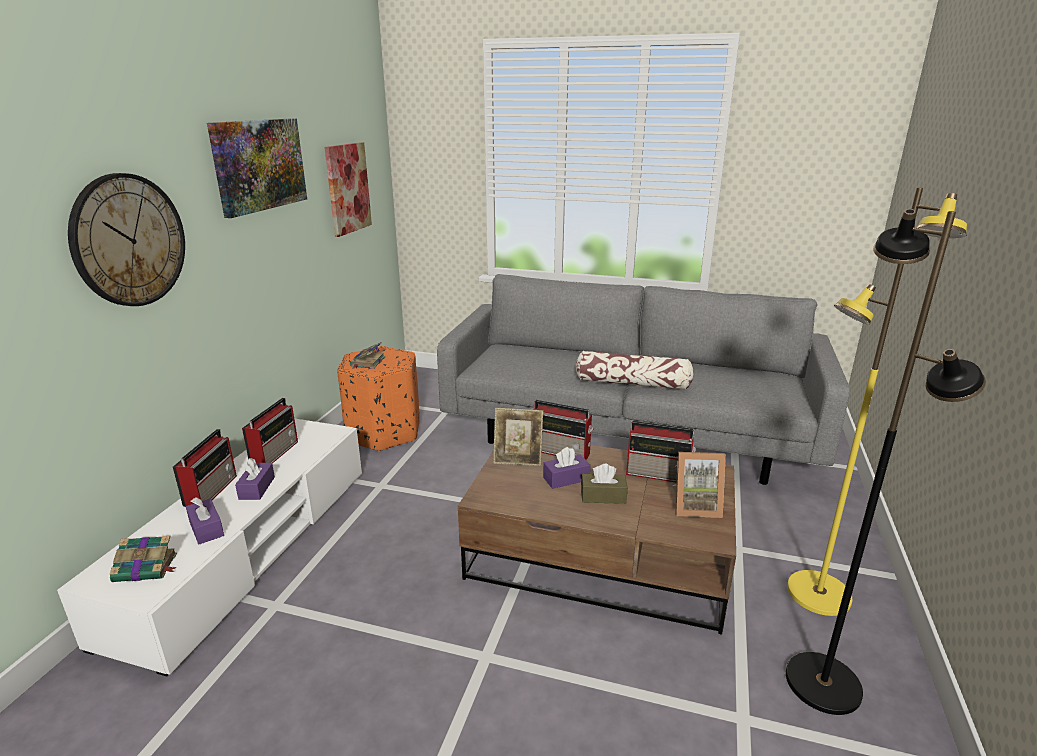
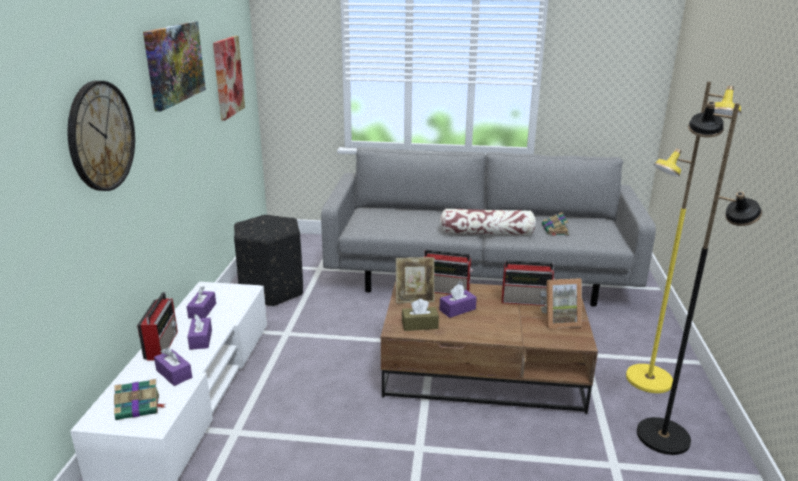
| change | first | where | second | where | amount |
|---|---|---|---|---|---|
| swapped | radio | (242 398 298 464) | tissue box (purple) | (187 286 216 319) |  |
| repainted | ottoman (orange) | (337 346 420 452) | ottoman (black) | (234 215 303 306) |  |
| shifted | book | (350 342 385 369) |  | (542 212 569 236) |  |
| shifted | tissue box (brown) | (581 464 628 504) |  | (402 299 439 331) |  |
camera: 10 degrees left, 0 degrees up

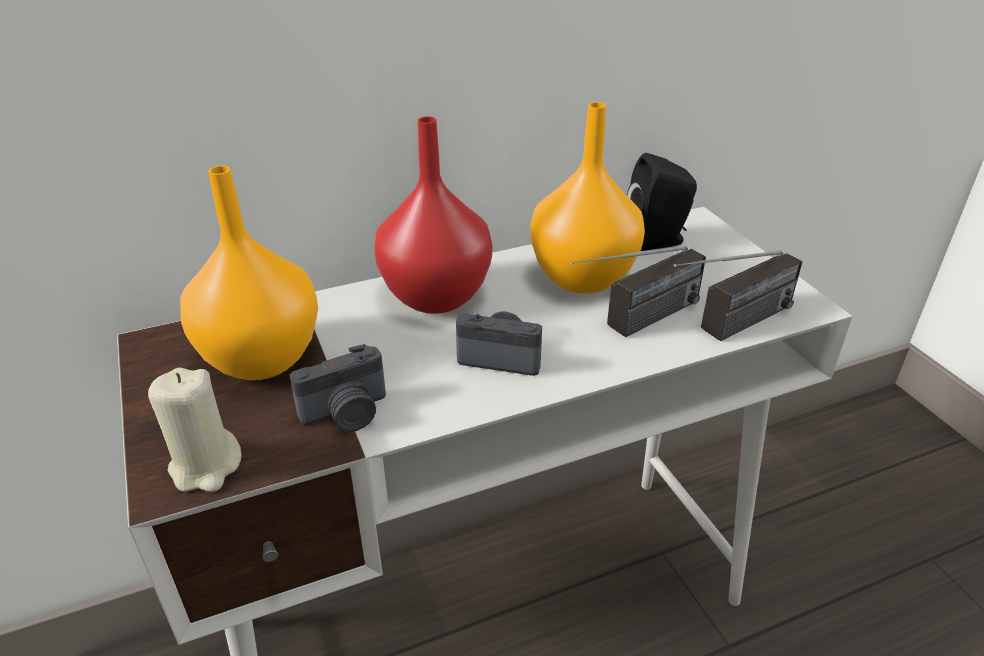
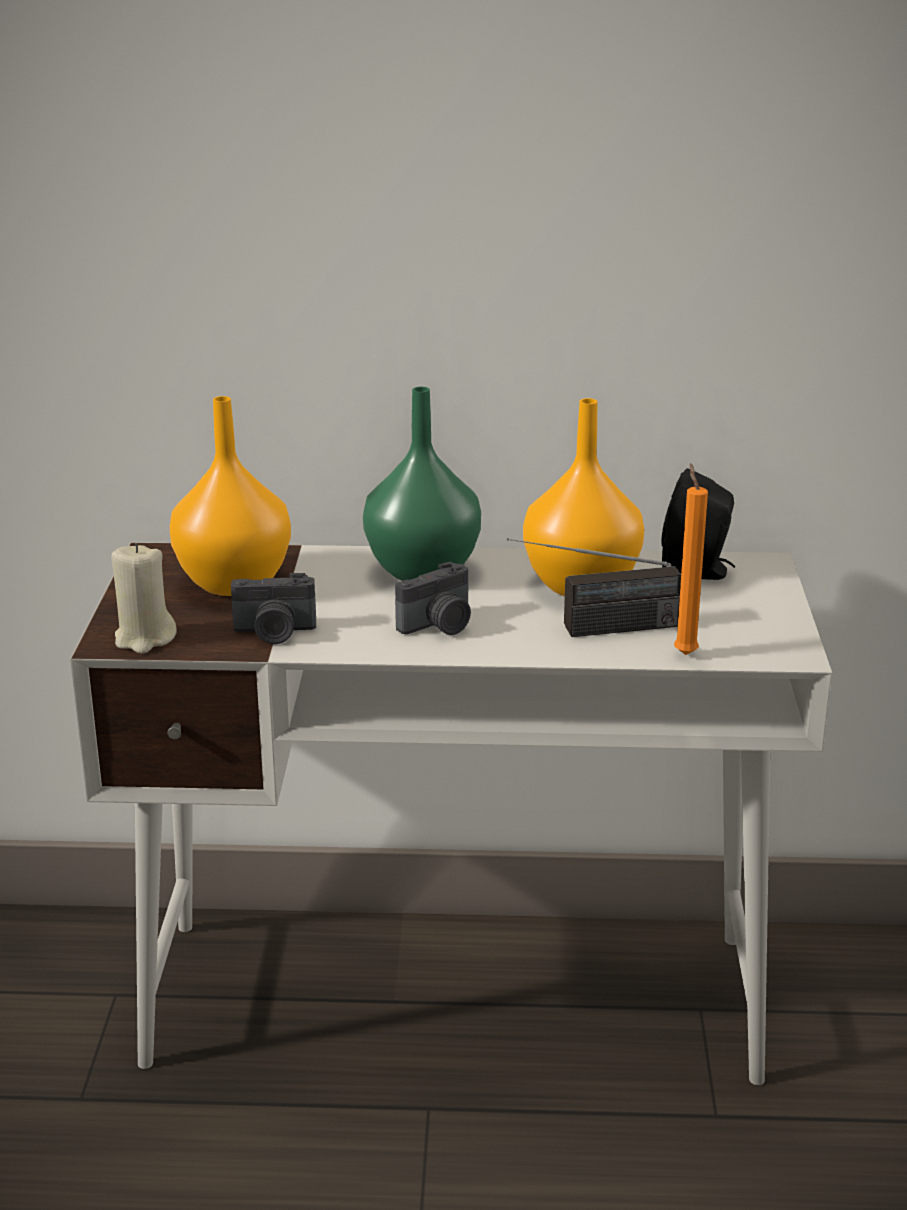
| change | first | where | second | where | amount |
|---|---|---|---|---|---|
| repainted | vase (red) | (374 116 493 314) | vase (green) | (363 387 481 581) |  |
| rotated | photo camera | (456 312 542 376) |  | (395 561 471 635) | 105 degrees clockwise |
| swapped | radio | (674 250 803 341) | candle (orange) | (674 463 708 655) |  |
camera: 25 degrees right, 10 degrees down

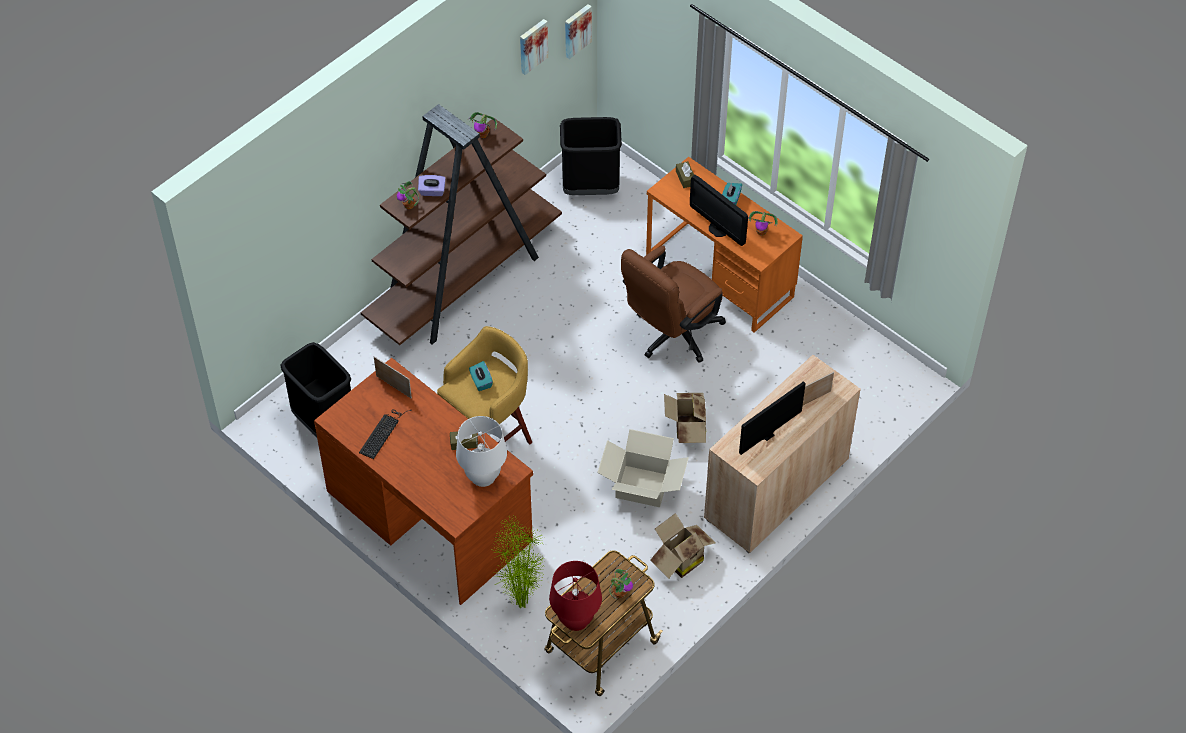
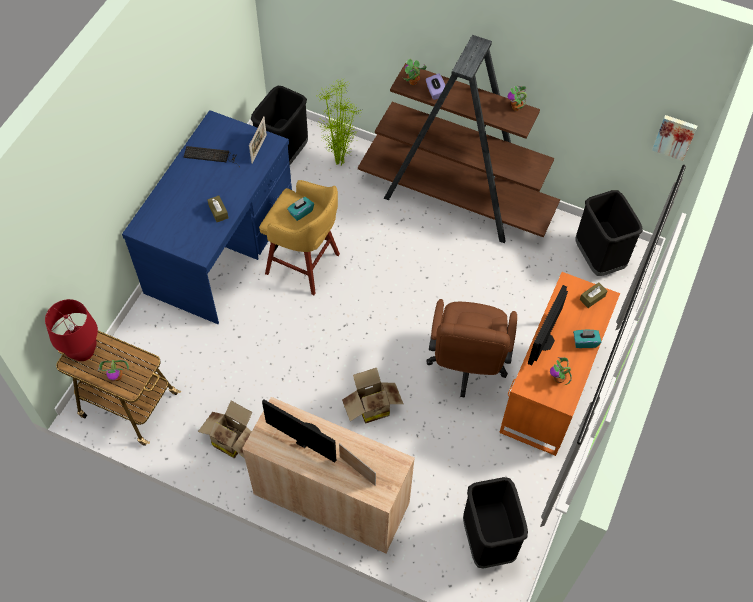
| change | first | where | second | where | amount |
|---|---|---|---|---|---|
| repainted | desk (brown) | (314 358 533 605) | desk (blue) | (122 110 292 324) |  |
| gone | table lamp (white) | (456 416 507 487) |  |  |  |
| shifted | potted plant | (490 516 545 608) |  | (316 80 361 166) |  |
| gone | picture | (520 19 548 75) |  |  |  |
| gone | cardboard box | (597 429 689 507) |  |  |  |
| rotated | office chair (brown) | (621 246 726 363) |  | (426 299 517 398) | 105 degrees counterclockwise |
| new |  |  | trash can (black) | (463 477 528 569) |  |
camera: 70 degrees right, 5 degrees up

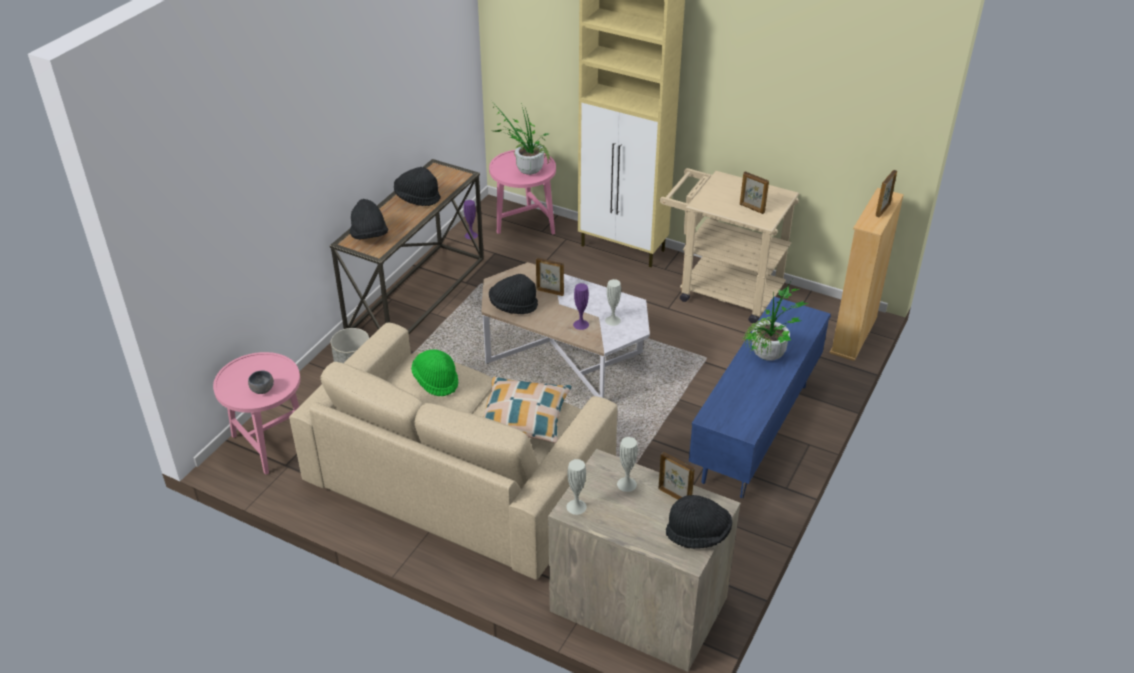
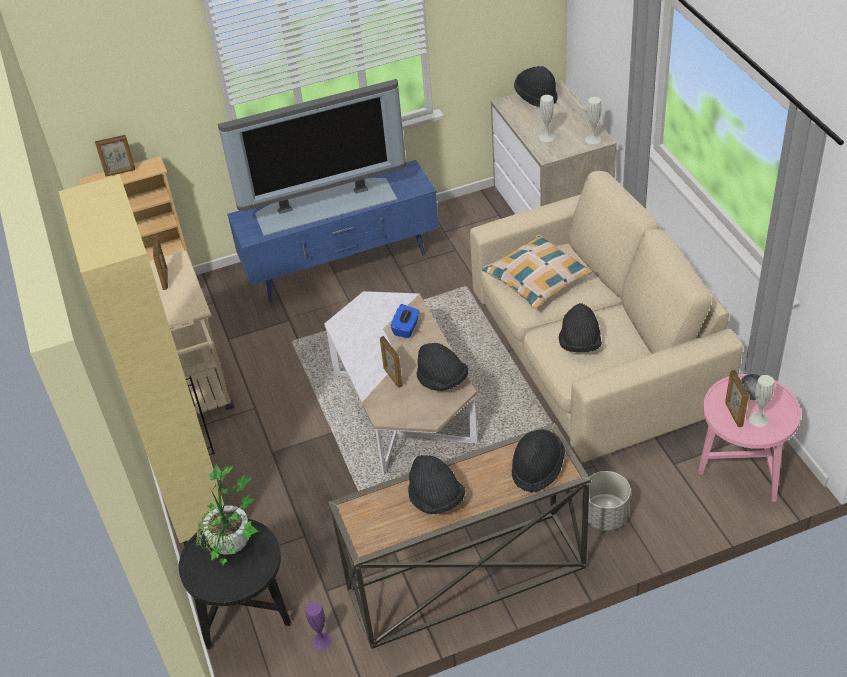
| change | first | where | second | where | amount |
|---|---|---|---|---|---|
| repainted | hat (green) | (411 349 458 396) | hat (black) | (559 303 602 352) |  |
| repainted | side table (pink) | (489 150 556 235) | side table (black) | (179 519 291 649) |  |
| swapped | vase (purple) | (573 283 589 330) | tissue box (blue) | (391 304 420 338) |  |
| shifted | vase (white) | (605 279 621 326) |  | (749 375 774 427) |  |
| shifted | picture frame | (659 452 695 500) |  | (725 370 749 427) |  |
| swapped | potted plant | (742 280 808 361) | television | (218 79 406 236) |  |
camera: 135 degrees left, 5 degrees up

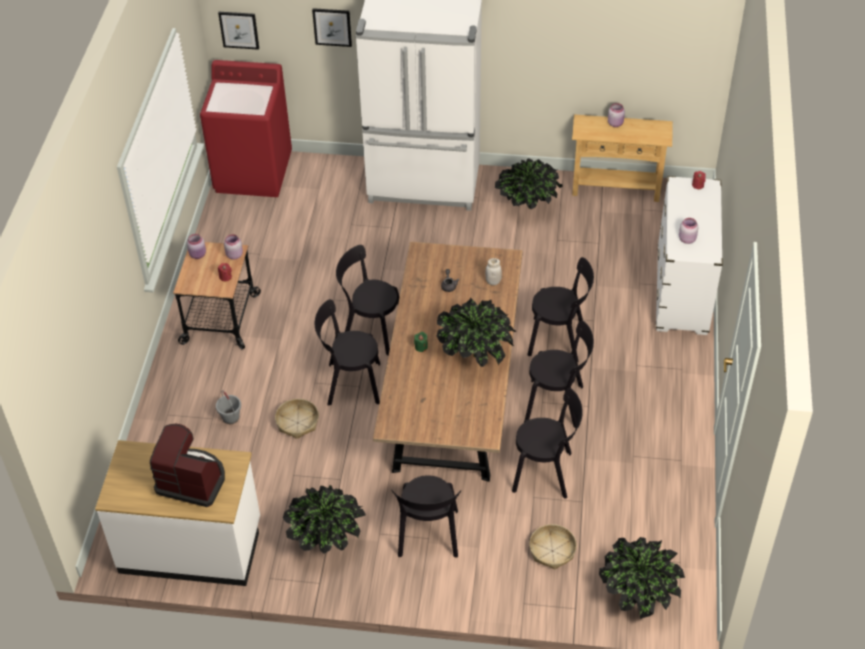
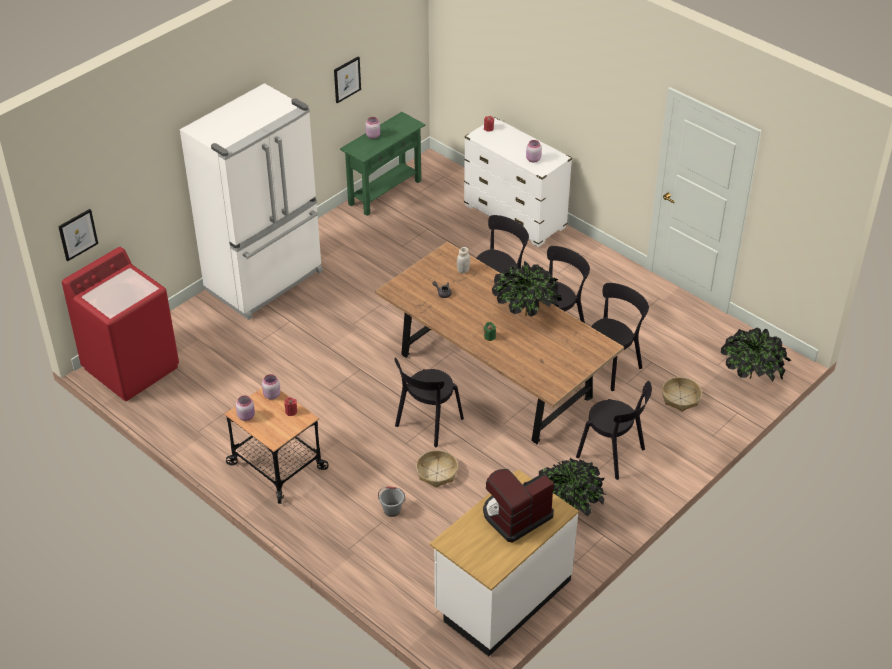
| change | first | where | second | where | amount |
|---|---|---|---|---|---|
| shifted | picture | (312 8 352 47) |  | (334 56 361 103) |  |
| gone | chair (black) | (336 245 399 356) |  |  |  |
| gone | potted plant | (495 158 562 209) |  |  |  |
| repainted | console table (beige) | (572 115 673 202) | console table (green) | (340 112 425 216) |  |
camera: 55 degrees left, 5 degrees down

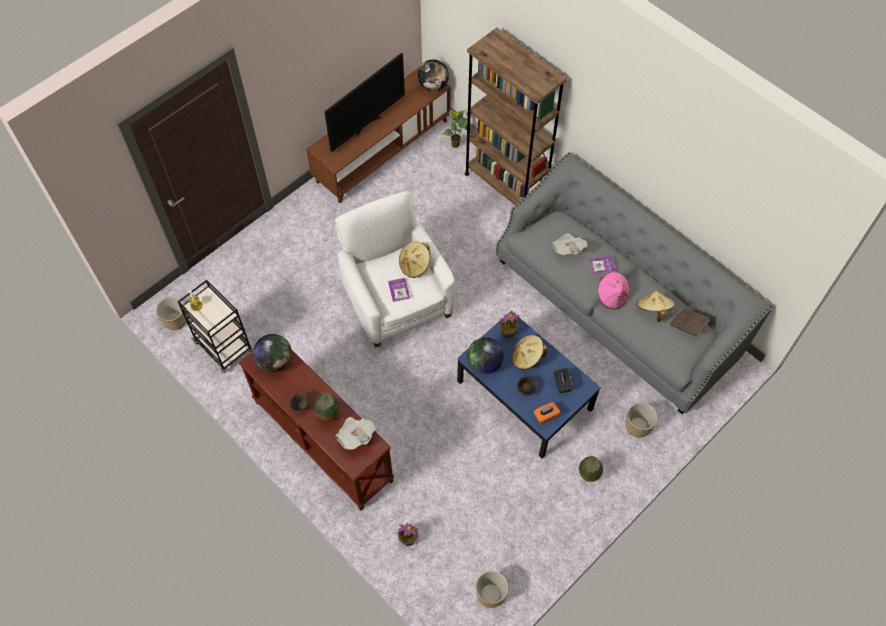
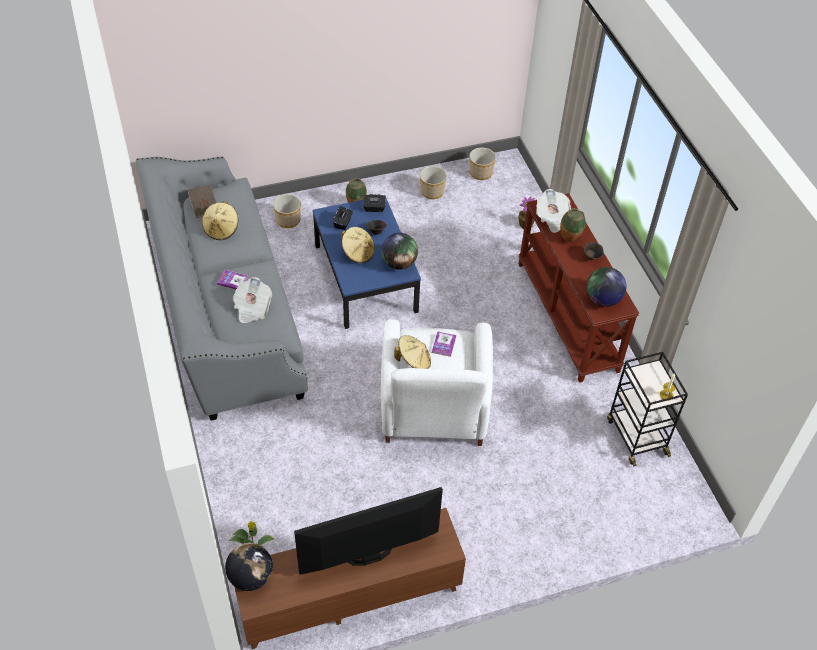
| change | first | where | second | where | amount |
|---|---|---|---|---|---|
| shifted | planter | (156 296 188 330) |  | (420 166 447 199) |  |
| gone | bookcase (brown) | (465 28 567 205) |  |  |  |
| gone | potted plant | (499 312 520 338) |  |  |  |
| repainted | tissue box (orange) | (533 402 561 425) | tissue box (black) | (363 194 386 212) |  |
| gone | hat (pink) | (598 272 630 310) |  |  |  |
camera: 155 degrees left, 10 degrees down

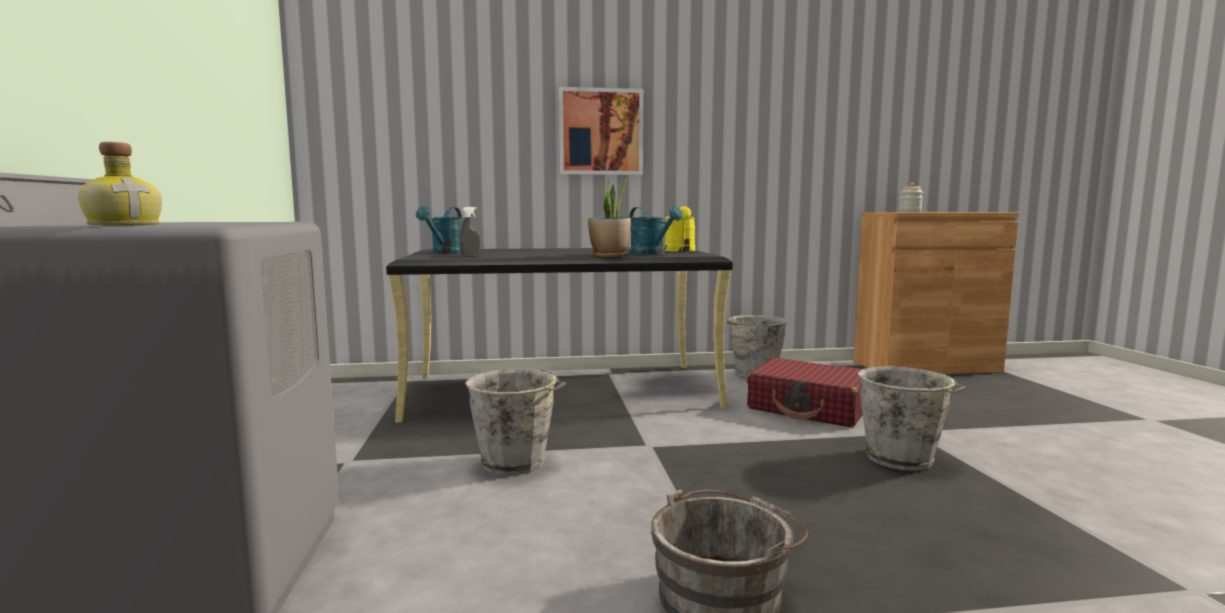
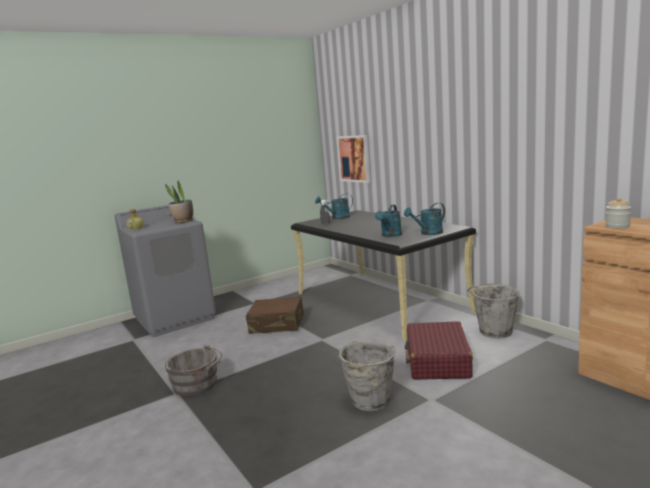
| change | first | where | second | where | amount |
|---|---|---|---|---|---|
| swapped | bucket (grey) | (465 369 566 476) | suitcase (brown) | (246 296 304 334) |  |
| shifted | picture | (559 87 643 175) |  | (337 135 370 183) |  |
| shifted | potted plant | (588 175 631 257) |  | (165 181 194 223) |  |
| repainted | watering can (yellow) | (665 206 695 252) | watering can (turquoise) | (404 203 445 235) |  |
camera: 65 degrees right, 5 degrees up

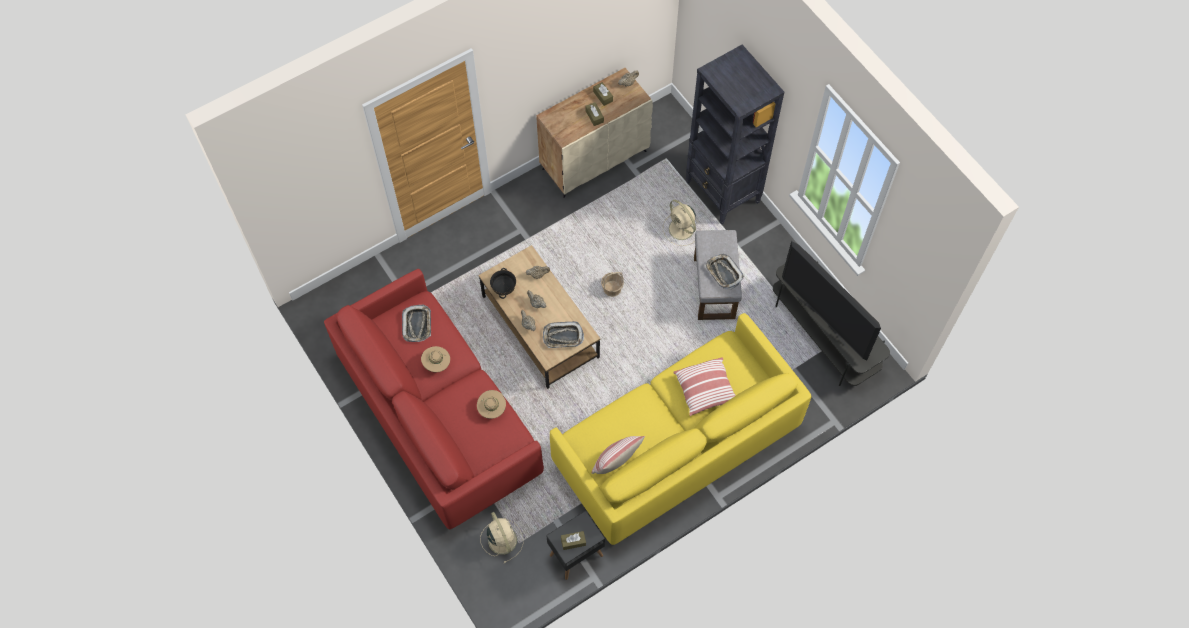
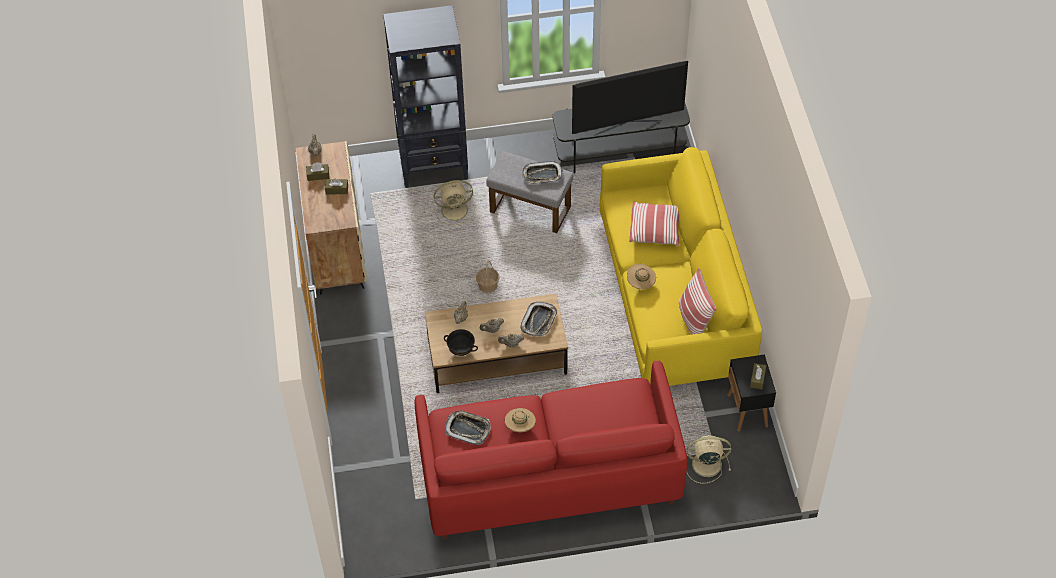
| change | first | where | second | where | amount |
|---|---|---|---|---|---|
| shifted | hat (beige) | (477 390 506 419) |  | (627 264 656 289) |  |
camera: 65 degrees left, 10 degrees down

